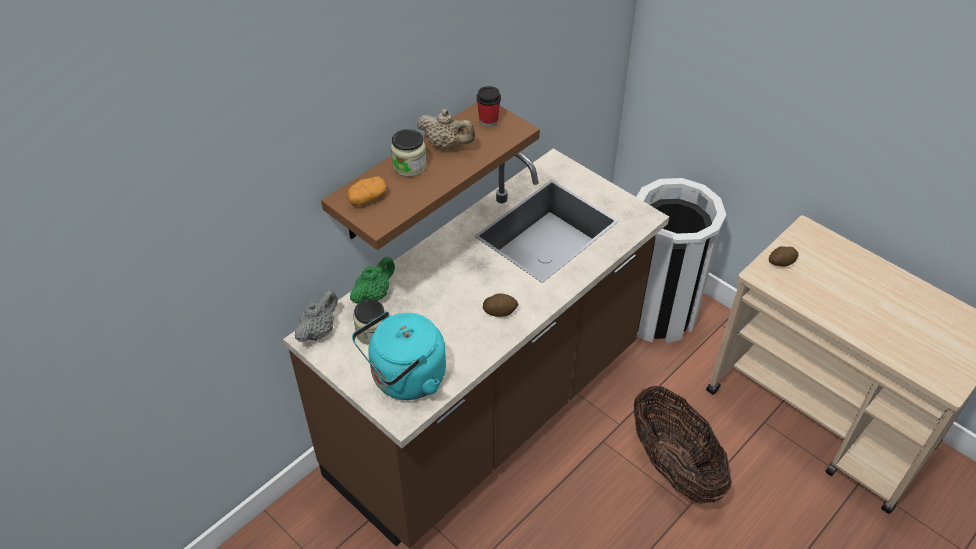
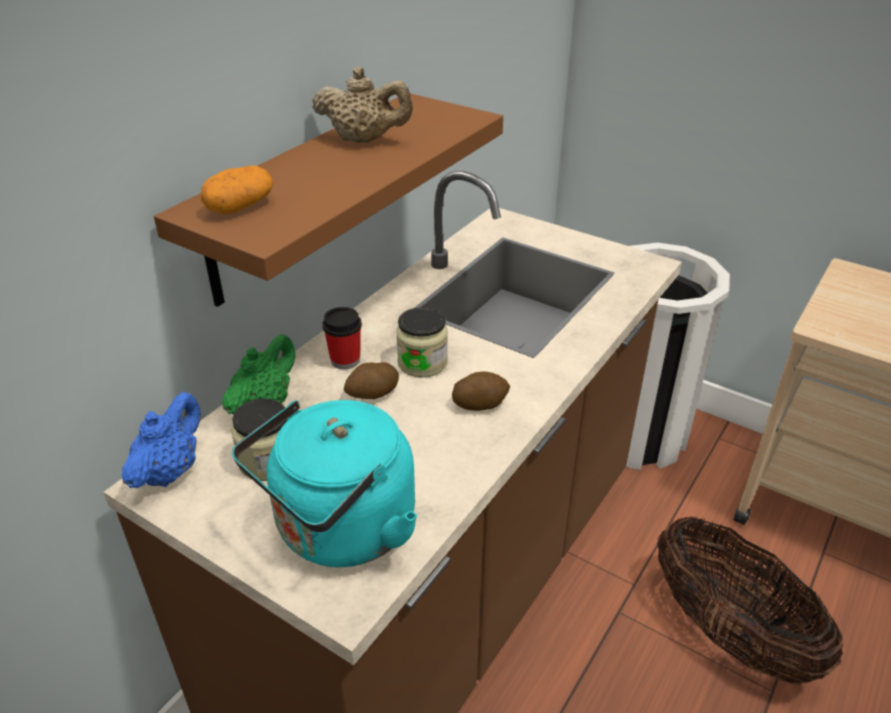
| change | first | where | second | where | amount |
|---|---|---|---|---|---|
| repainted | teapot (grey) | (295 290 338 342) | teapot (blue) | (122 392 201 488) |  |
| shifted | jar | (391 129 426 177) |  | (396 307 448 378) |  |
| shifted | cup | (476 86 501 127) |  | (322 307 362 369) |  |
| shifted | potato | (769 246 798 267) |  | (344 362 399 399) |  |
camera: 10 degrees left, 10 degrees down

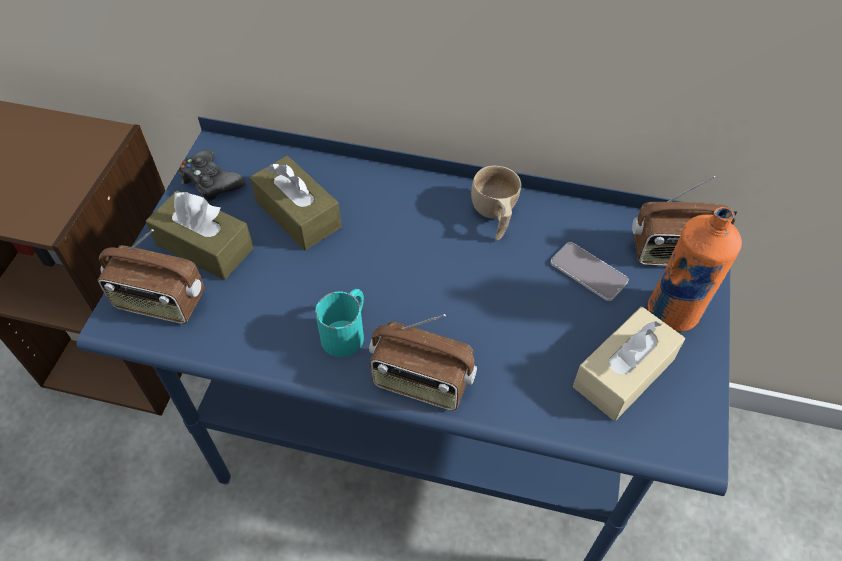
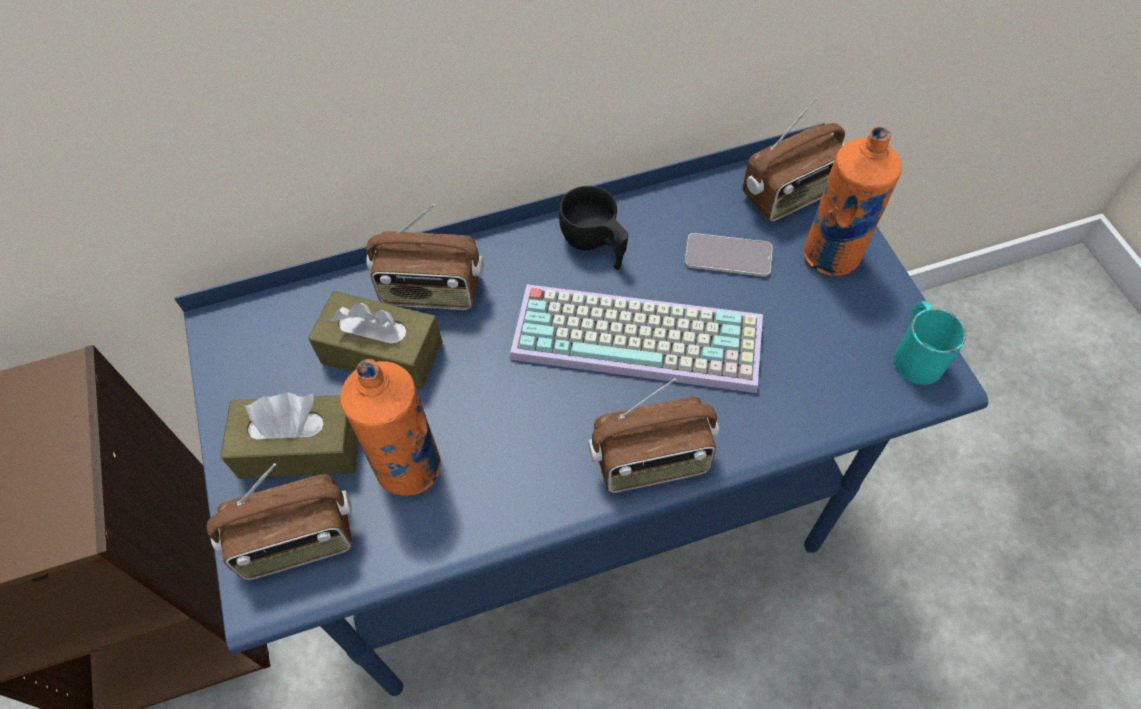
| change | first | where | second | where | amount |
|---|---|---|---|---|---|
| gone | game controller (black) | (178 149 246 202) |  |  |  |
| shifted | mug (turquoise) | (315 289 364 357) |  | (893 301 966 385) |  |
| repainted | cup (beige) | (471 166 521 240) | cup (black) | (559 186 628 270) |  |
| gone | tissue box (beige) | (573 307 685 421) |  |  |  |
| new |  |  | bottle (orange) | (340 359 441 496) |  |
| new |  |  | radio | (366 204 484 310) |  |
| new |  |  | keyboard | (510 284 763 393) |  |
camera: 30 degrees left, 5 degrees up

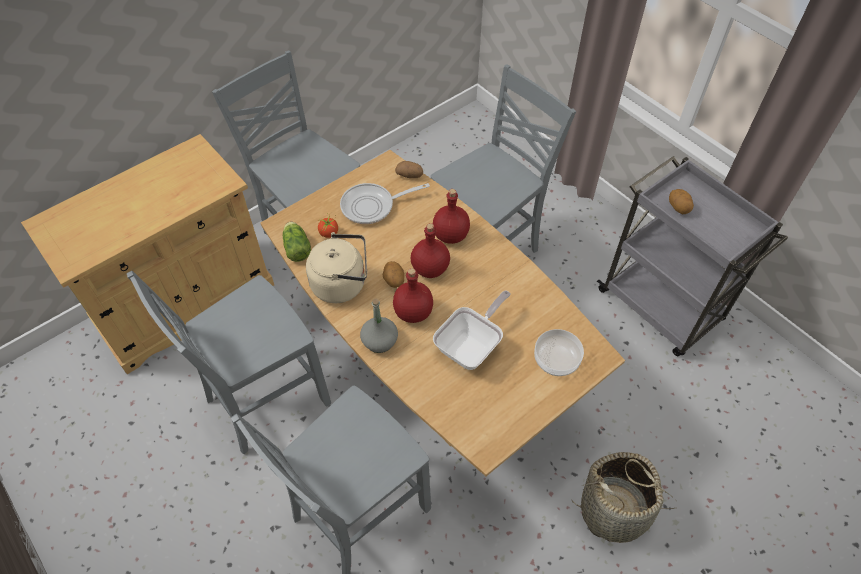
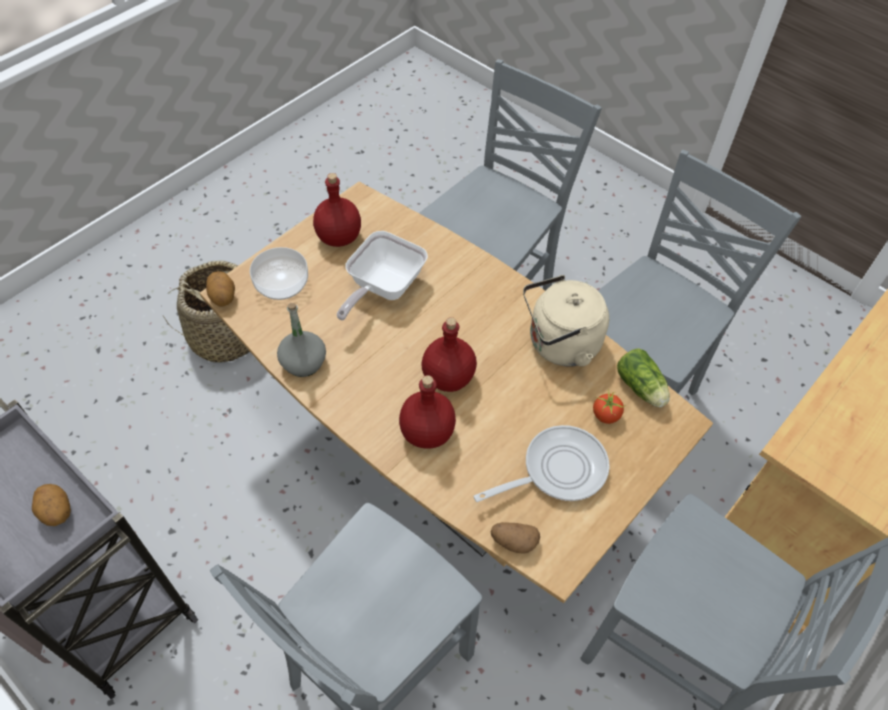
| change | first | where | second | where | amount |
|---|---|---|---|---|---|
| shifted | bottle (grey) | (360 298 398 353) |  | (277 303 326 377) |  |
| shifted | potato | (383 261 404 288) |  | (206 271 235 306) |  |
| shifted | bottle (red) | (393 268 433 323) |  | (313 173 361 247) |  |
camera: 170 degrees right, 0 degrees up

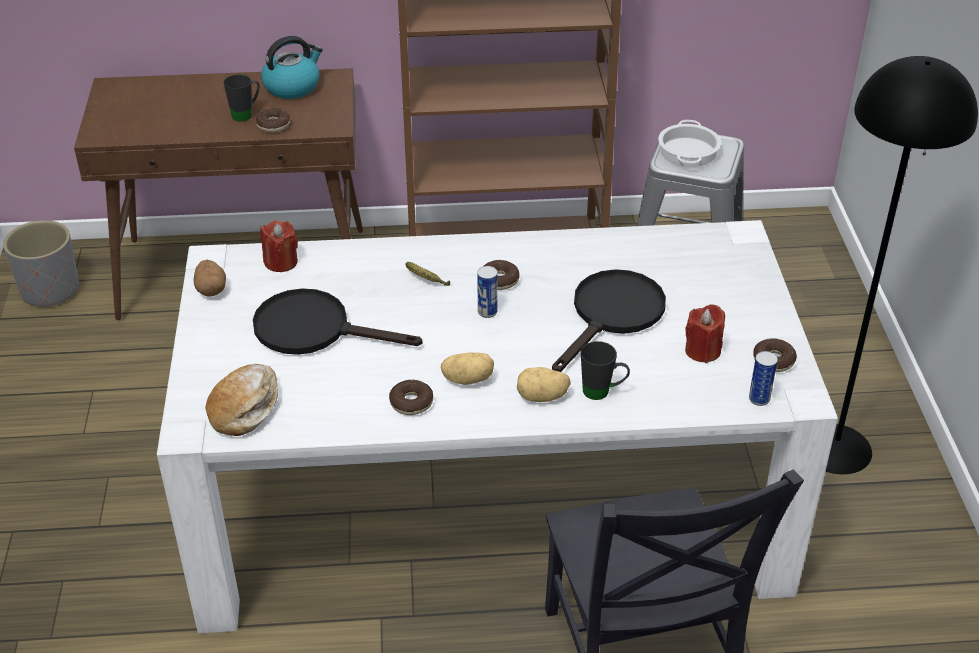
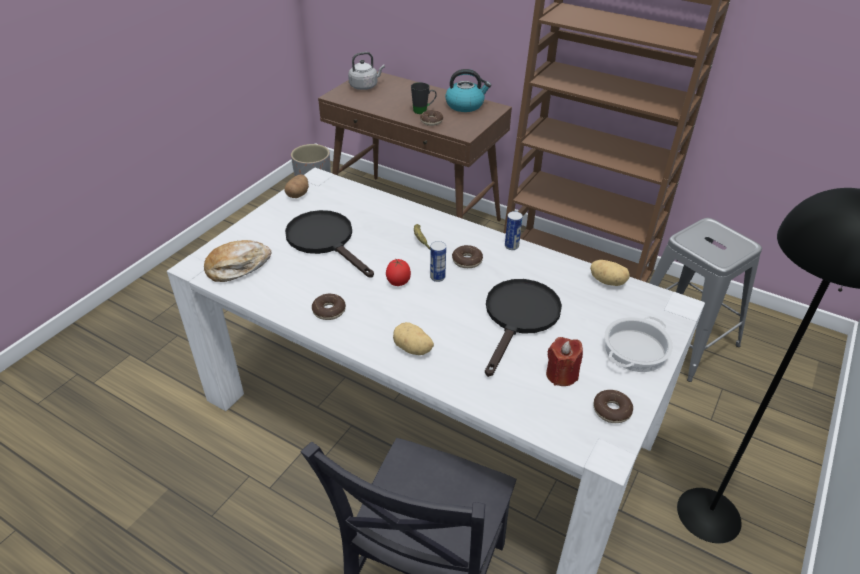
| change | first | where | second | where | amount |
|---|---|---|---|---|---|
| gone | candle (red) | (260 220 298 272) |  |  |  |
| shifted | potato | (441 352 494 385) |  | (590 260 630 286) |  |
| rotated | frying pan (black) | (552 269 666 372) |  | (485 279 562 377) | 45 degrees counterclockwise |
| gone | mug (black) | (581 341 630 400) |  |  |  |
| shifted | cooking pot | (658 120 721 167) |  | (604 316 673 372) |  |
| shifted | can | (749 351 778 406) |  | (505 211 523 250) |  |
| new |  |  | kettle (grey) | (348 52 385 90) |  |
| new |  |  | tomato | (386 259 411 286) |  |
camera: 35 degrees right, 0 degrees up

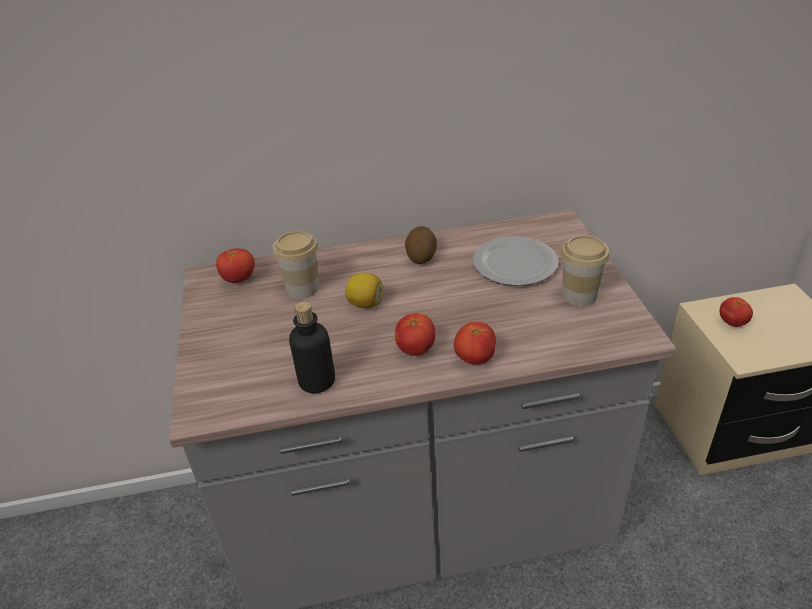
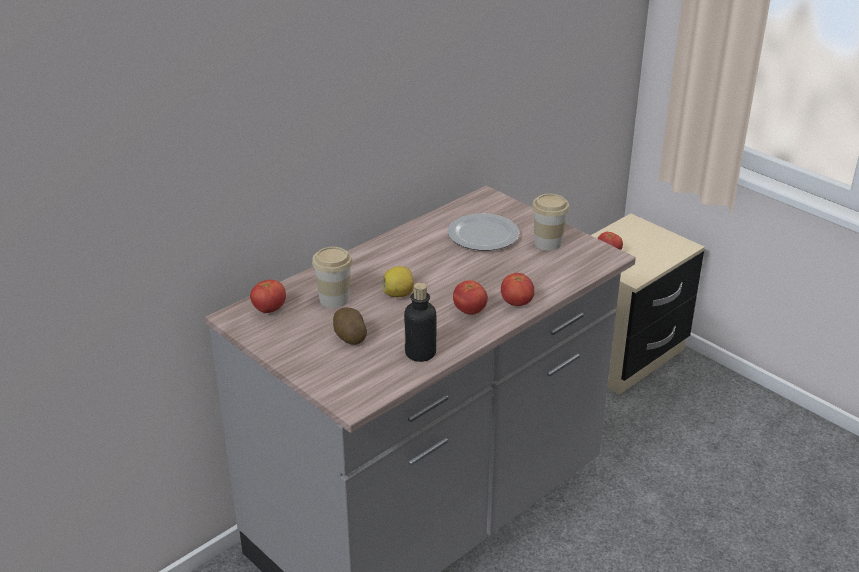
| change | first | where | second | where | amount |
|---|---|---|---|---|---|
| shifted | potato | (405 226 437 264) |  | (333 308 367 345) |  |
camera: 35 degrees left, 5 degrees down

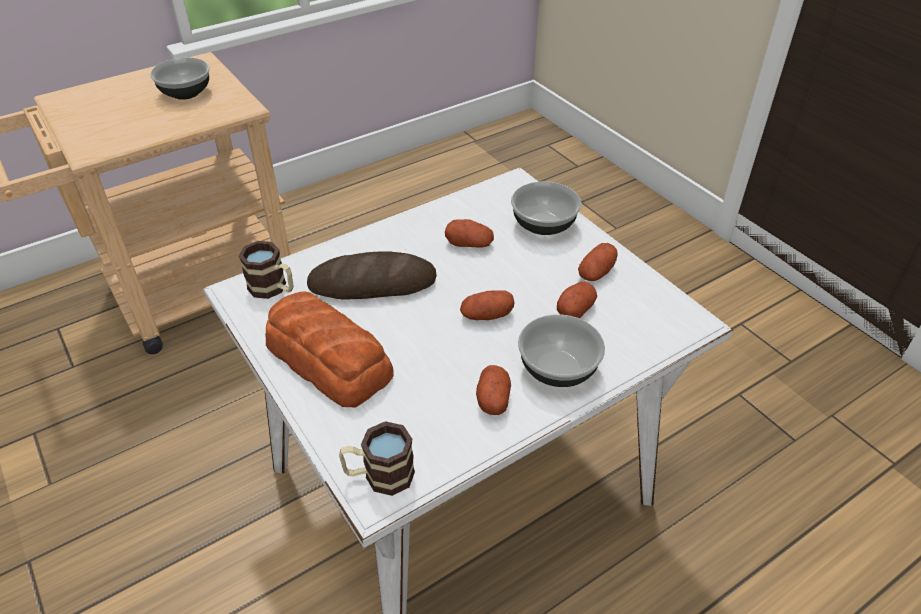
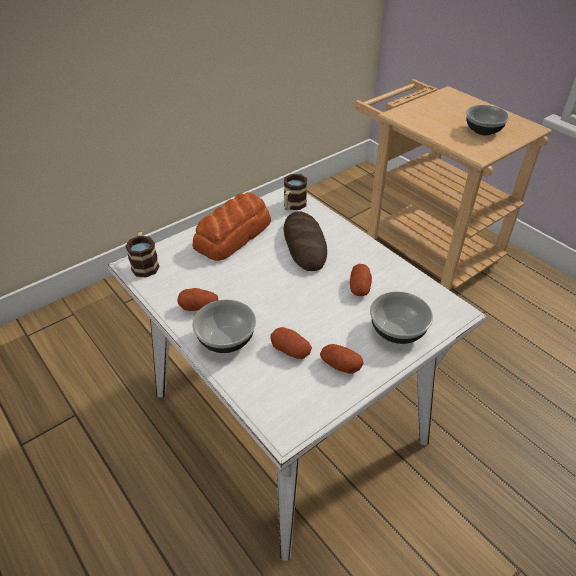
| change | first | where | second | where | amount |
|---|---|---|---|---|---|
| gone | potato | (460 290 515 320) |  |  |  |
camera: 85 degrees right, 0 degrees up

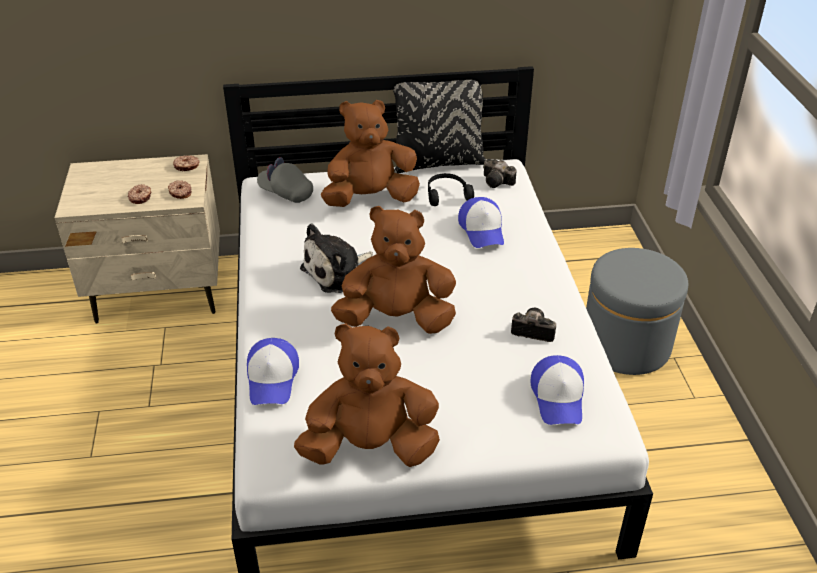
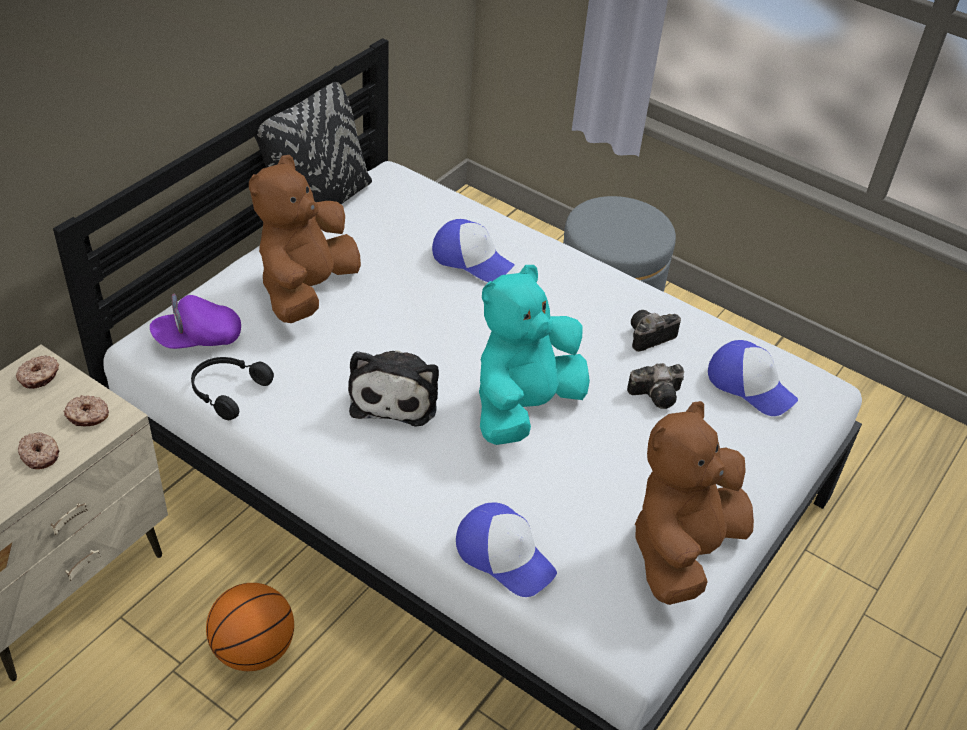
| change | first | where | second | where | amount |
|---|---|---|---|---|---|
| repainted | cap (grey) | (257 157 313 203) | cap (purple) | (150 294 241 349) |  |
| repainted | plush toy (brown) | (331 206 456 334) | plush toy (turquoise) | (479 265 590 445) |  |
| shifted | headphones (black) | (428 173 474 206) |  | (191 357 274 420) |  |
| shifted | photo camera | (483 159 516 188) |  | (627 363 684 409) |  |
| new |  |  | basketball | (206 583 294 671) |  |
camera: 50 degrees left, 5 degrees up

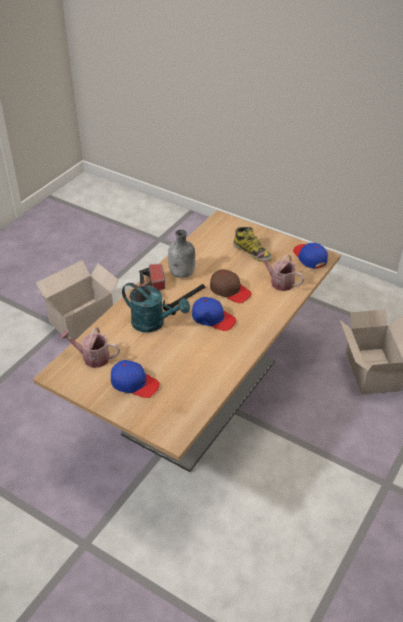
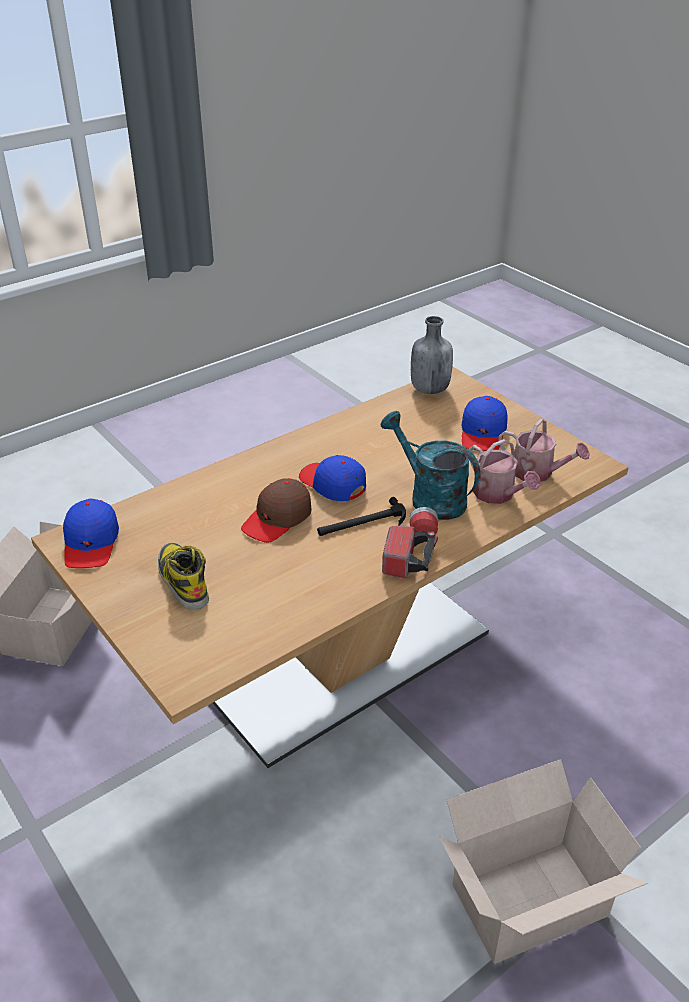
| change | first | where | second | where | amount |
|---|---|---|---|---|---|
| rotated | cap (blue) | (111 360 160 398) |  | (461 396 507 451) | 120 degrees counterclockwise |
| shifted | bottle (grey) | (168 229 195 278) |  | (411 316 453 394) |  |
| rotated | cap (brown) | (210 269 252 303) |  | (241 478 312 543) | 105 degrees counterclockwise |
| shifted | watering can | (256 251 305 291) |  | (469 439 540 504) |  |
camera: 160 degrees left, 5 degrees down

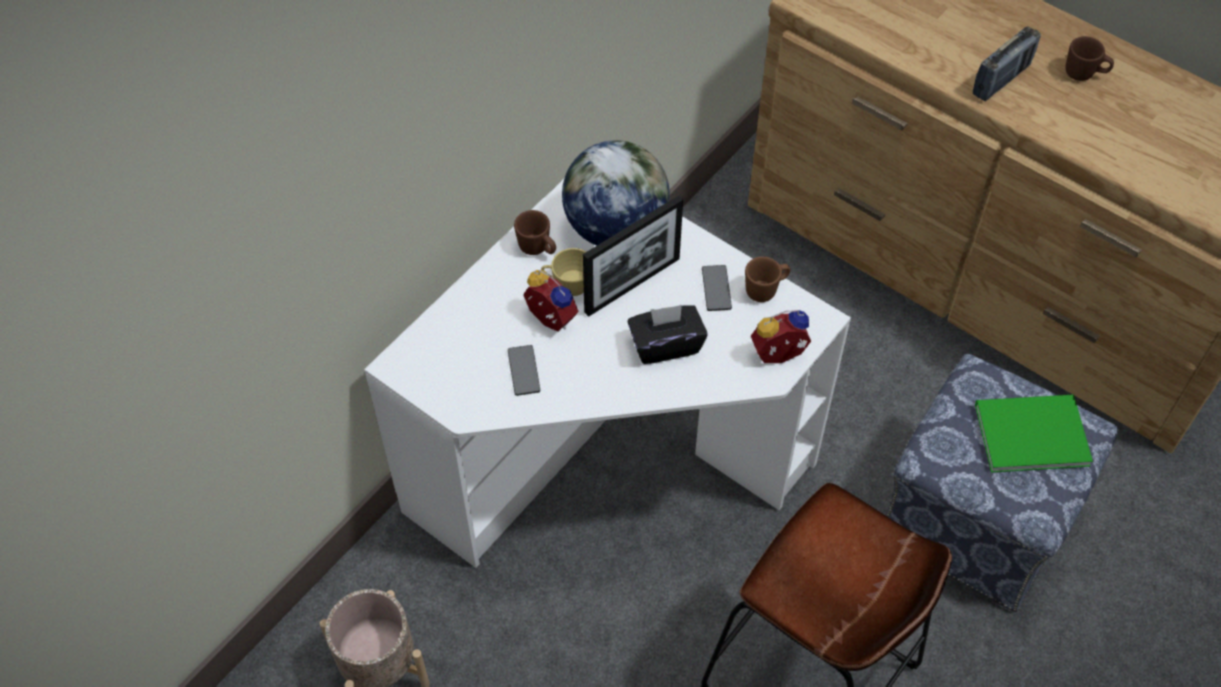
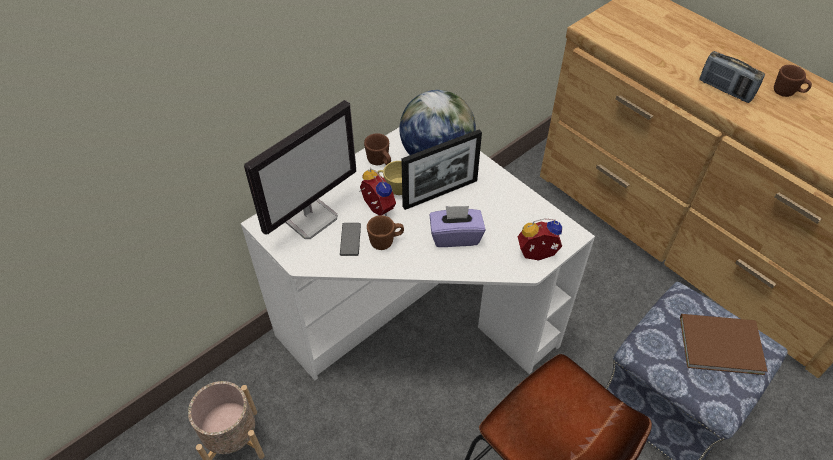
| change | first | where | second | where | amount |
|---|---|---|---|---|---|
| repainted | tissue box (black) | (627 305 708 364) | tissue box (purple) | (430 206 486 247) |  |
| gone | phone | (702 265 732 311) |  |  |  |
| shifted | mug (brown) | (745 256 790 302) |  | (367 215 404 250) |  |
| rotated | radio | (973 26 1041 101) |  | (699 51 765 103) | 75 degrees clockwise |
| repainted | book (green) | (975 395 1093 472) | book (brown) | (680 314 767 375) |  |
| new |  |  | monitor | (244 100 356 239) |  |
camera: 10 degrees right, 5 degrees down

